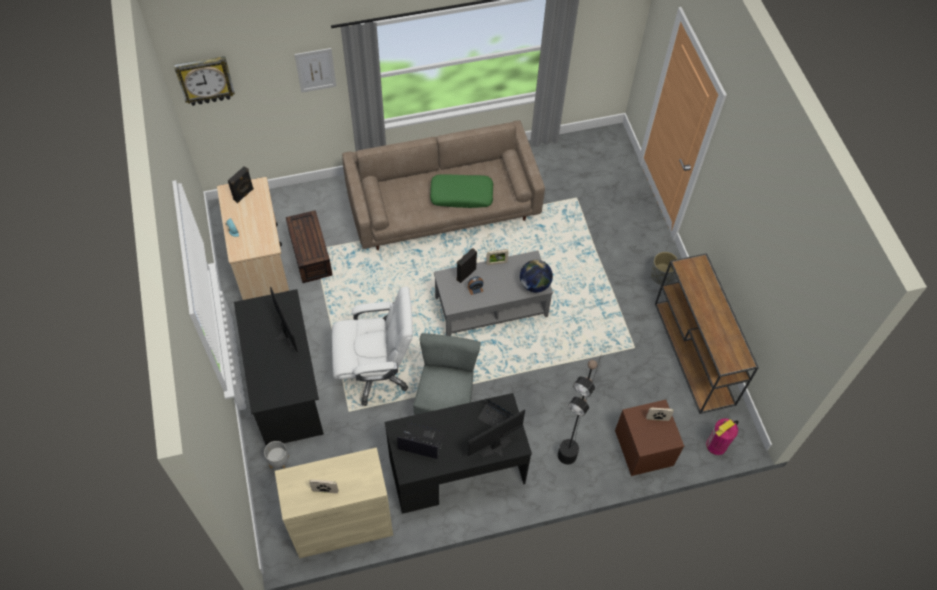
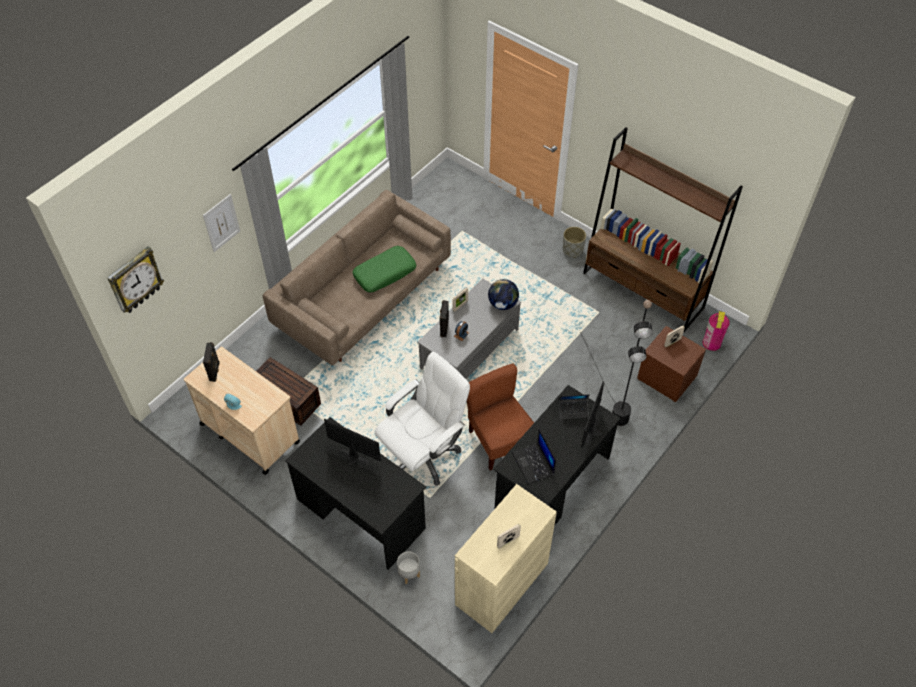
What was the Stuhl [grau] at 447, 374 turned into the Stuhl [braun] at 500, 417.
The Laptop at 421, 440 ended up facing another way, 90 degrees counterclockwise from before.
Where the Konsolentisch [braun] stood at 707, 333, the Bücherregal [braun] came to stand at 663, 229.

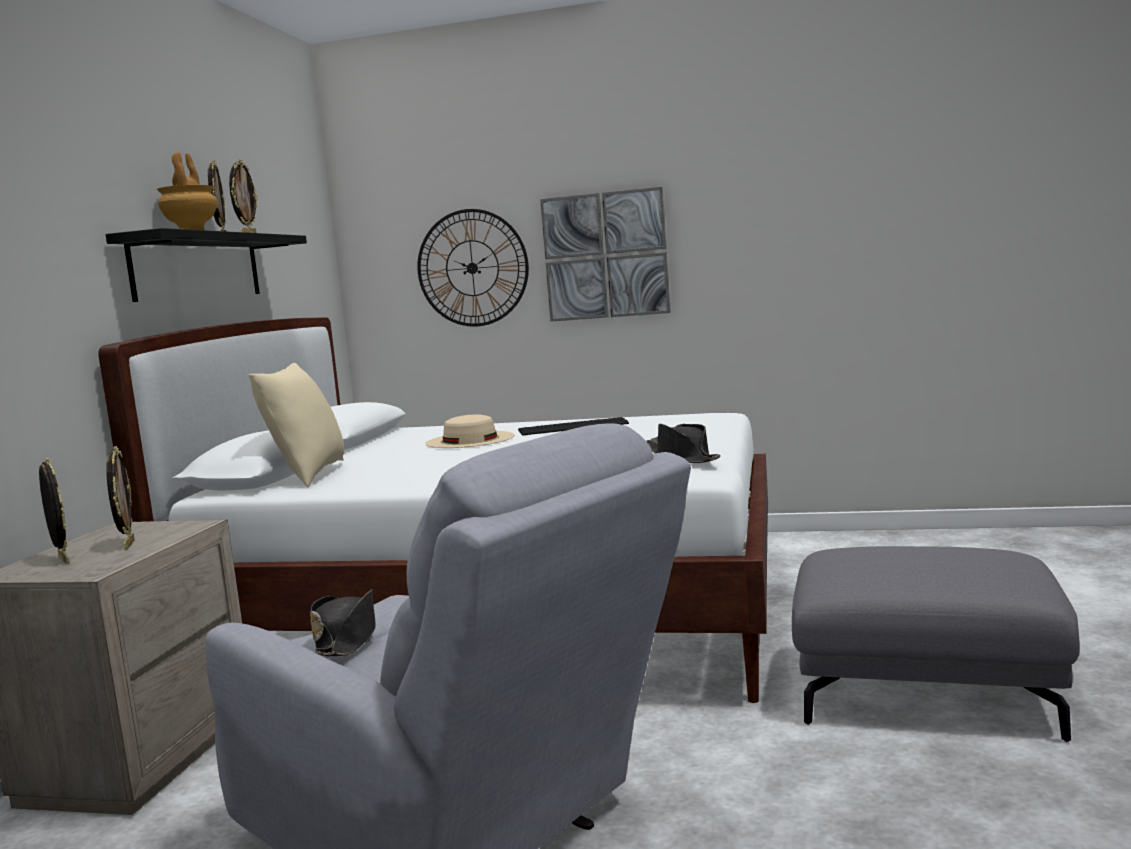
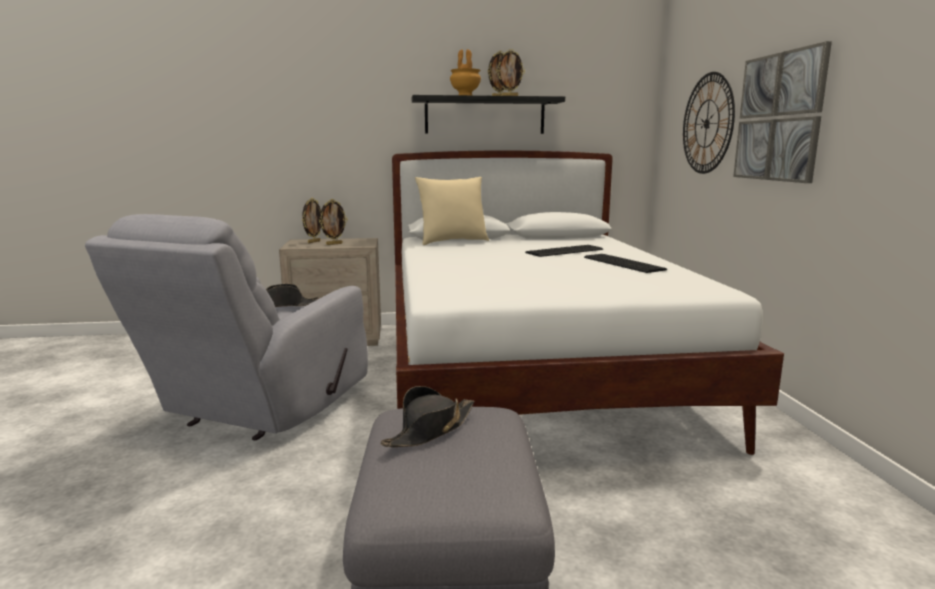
The Hut [schwarz] ended up elsewhere, having gone from 683, 443 to 427, 416.
Where the Hut [beige] stood at 470, 431, the Tastatur came to stand at 564, 251.

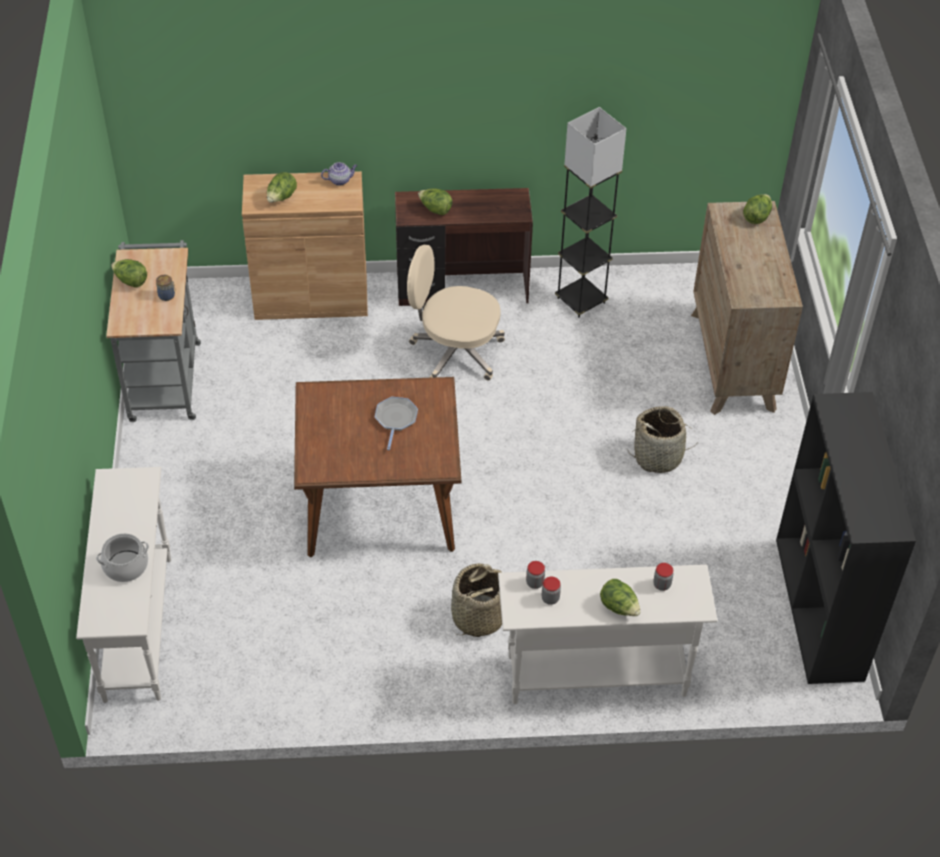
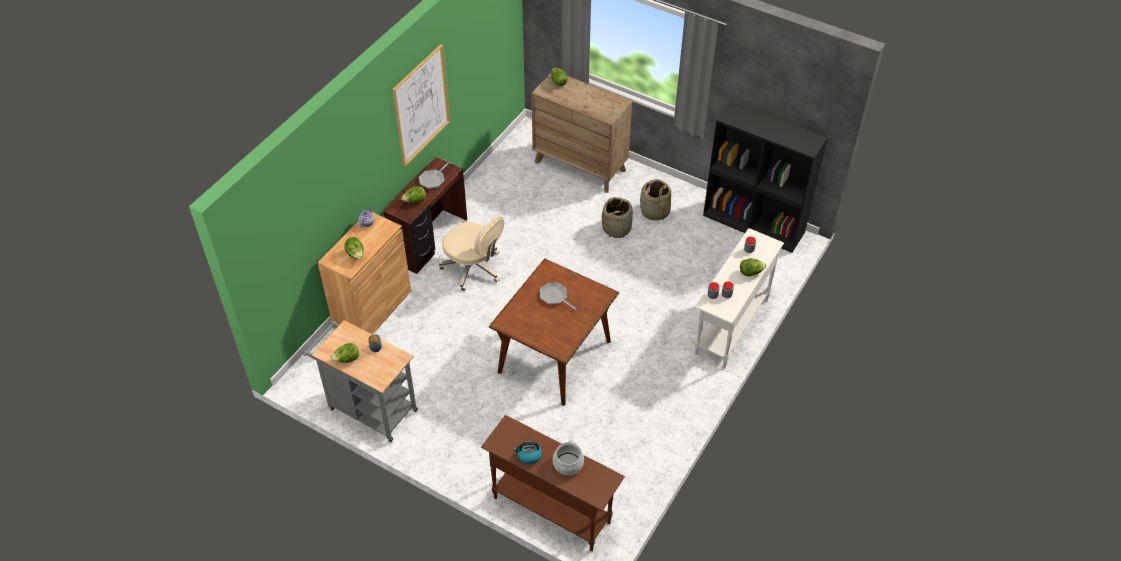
The second view gained the Bild at 421, 105.
The second view gained the Pfanne at 434, 175.
The Bürostuhl [beige] at 456, 312 ended up facing another way, 105 degrees counterclockwise from before.
What was the Konsolentisch [weiß] at 123, 585 turned into the Konsolentisch [braun] at 553, 483.
The second view gained the Wasserkessel at 527, 452.
The Korb ended up elsewhere, having gone from 476, 600 to 655, 199.
The second view lost the Stehlampe [grau] at 591, 212.

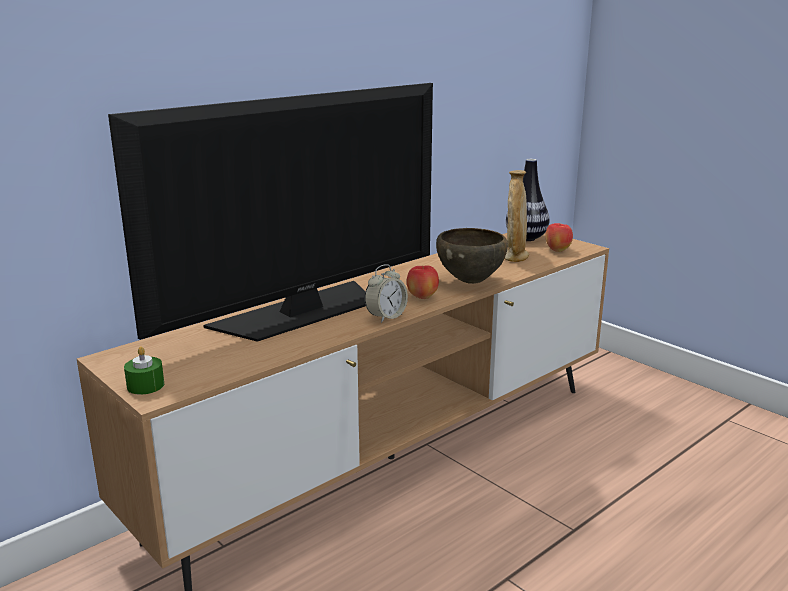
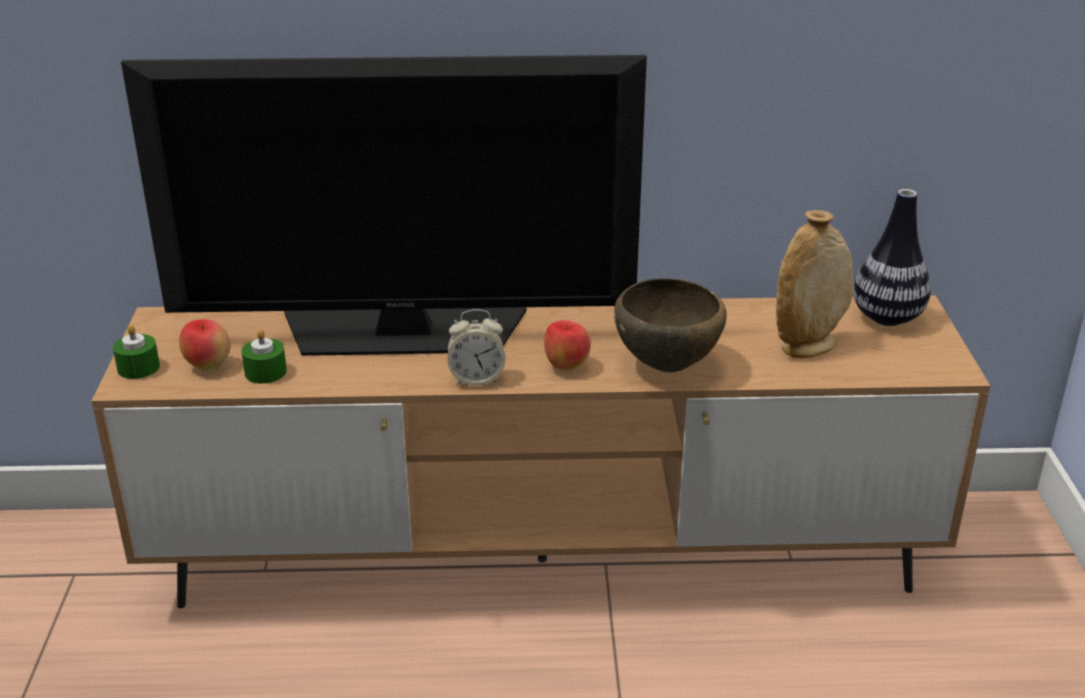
The Apfel ended up elsewhere, having gone from 559, 237 to 205, 344.
The second view gained the Kerze [grün] at 264, 356.

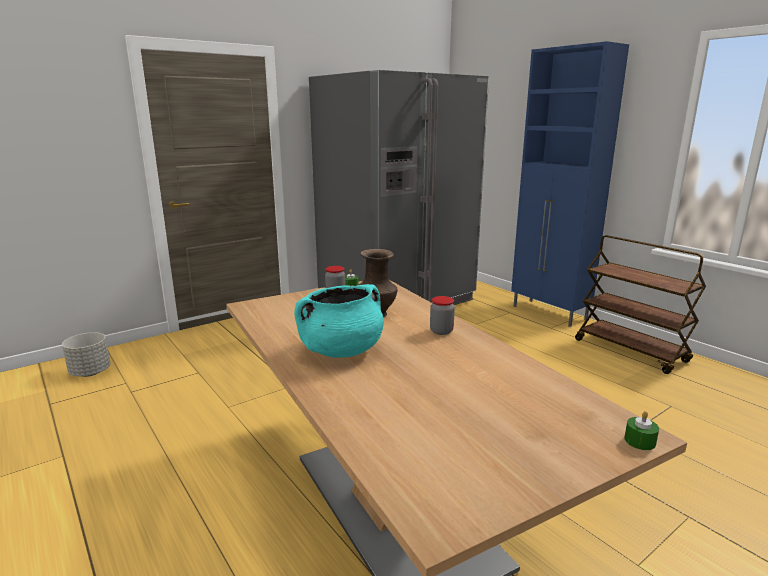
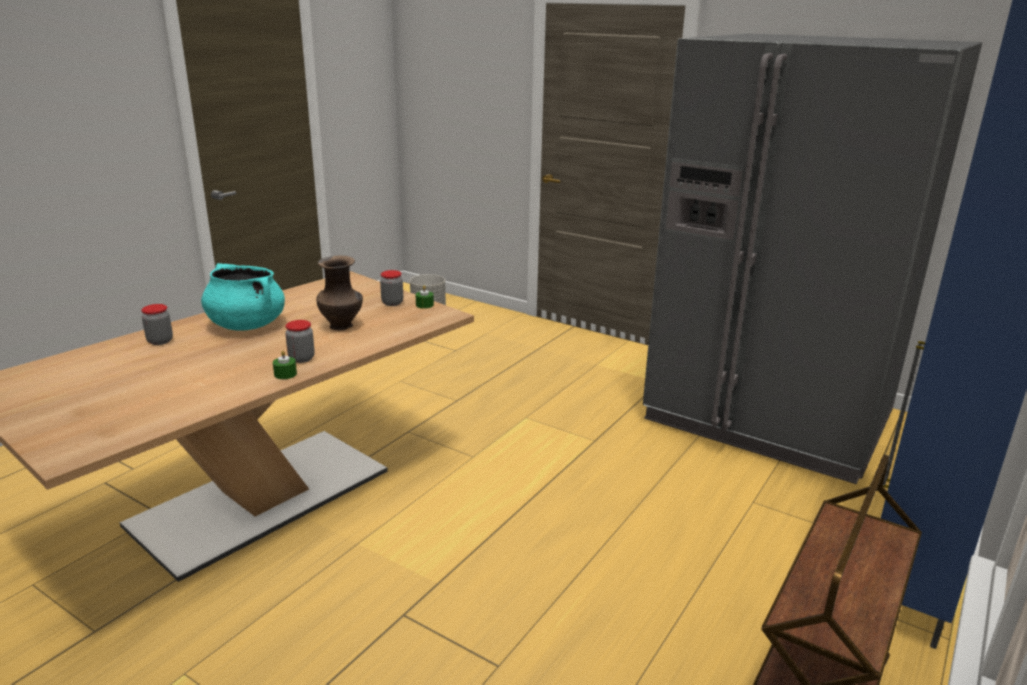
The second view gained the Vorratsglas at 157, 324.
The Kerze [grün] ended up elsewhere, having gone from 641, 430 to 285, 364.

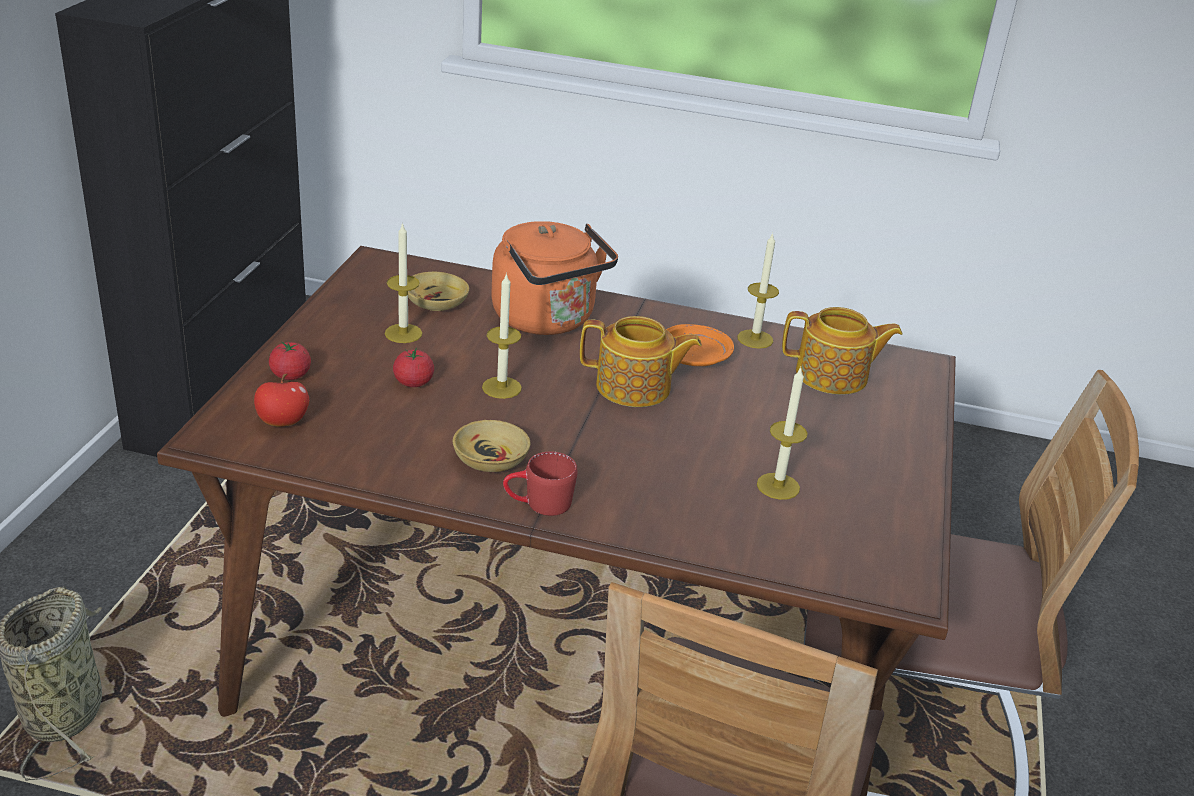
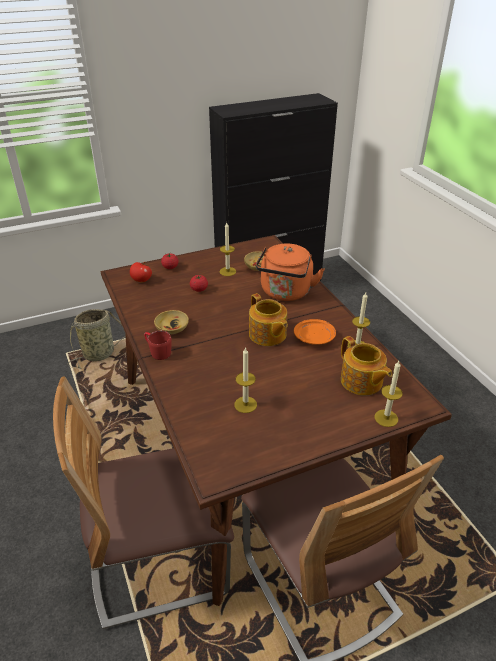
The Kerze ended up elsewhere, having gone from 502, 336 to 389, 394.

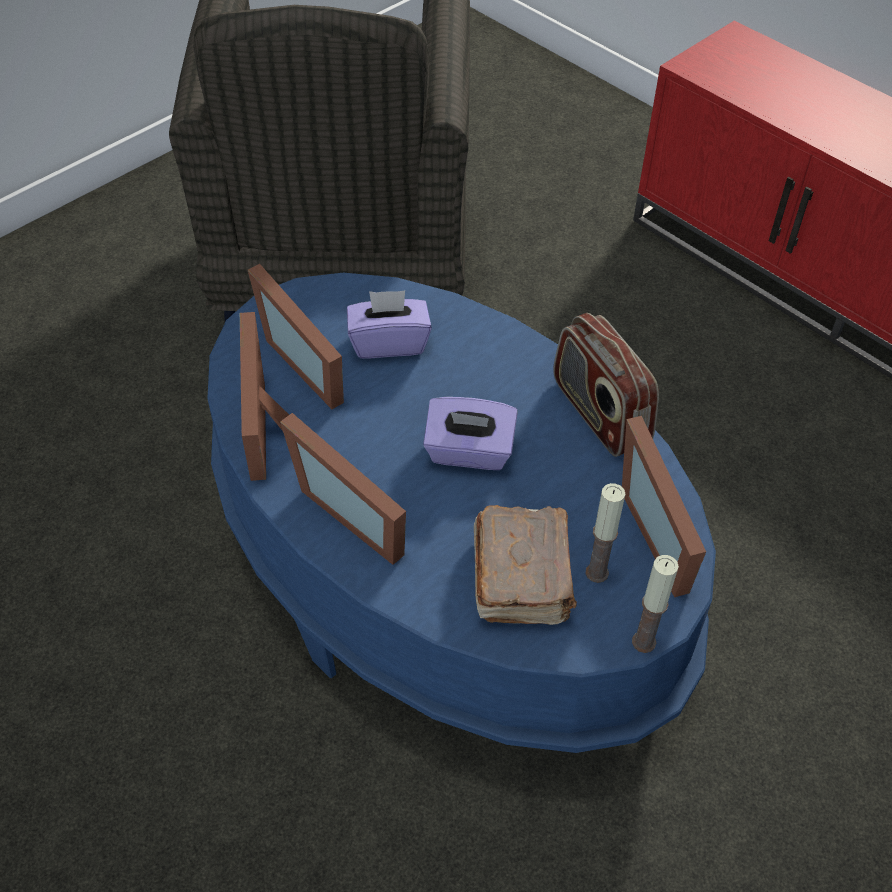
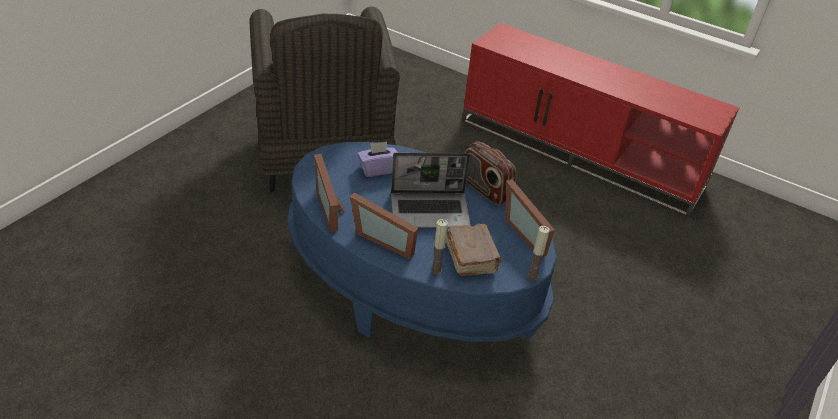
Where the Taschentuchbox [lila] stood at 470, 433, the Laptop came to stand at 431, 190.
The Kerze ended up elsewhere, having gone from 605, 533 to 439, 247.
The second view lost the Bilderrahmen at 296, 336.

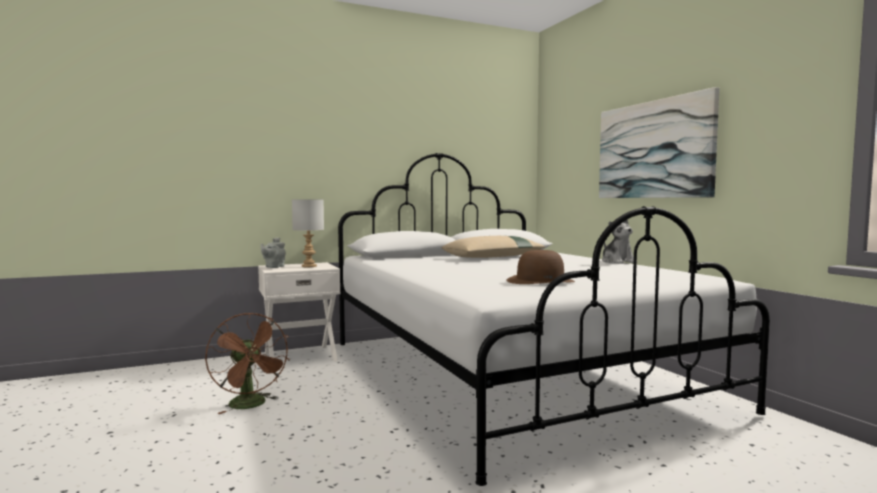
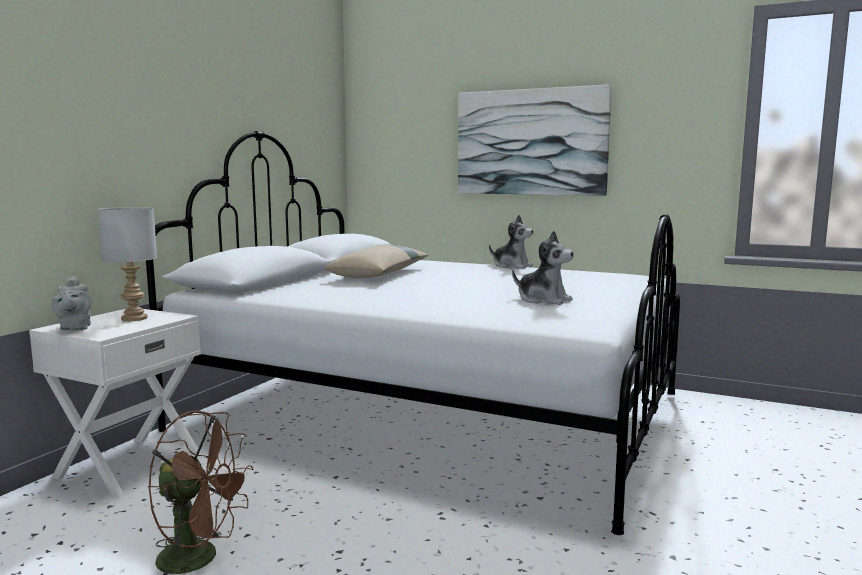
Where the Hut [braun] stood at 540, 267, the Plüschtier came to stand at 543, 268.

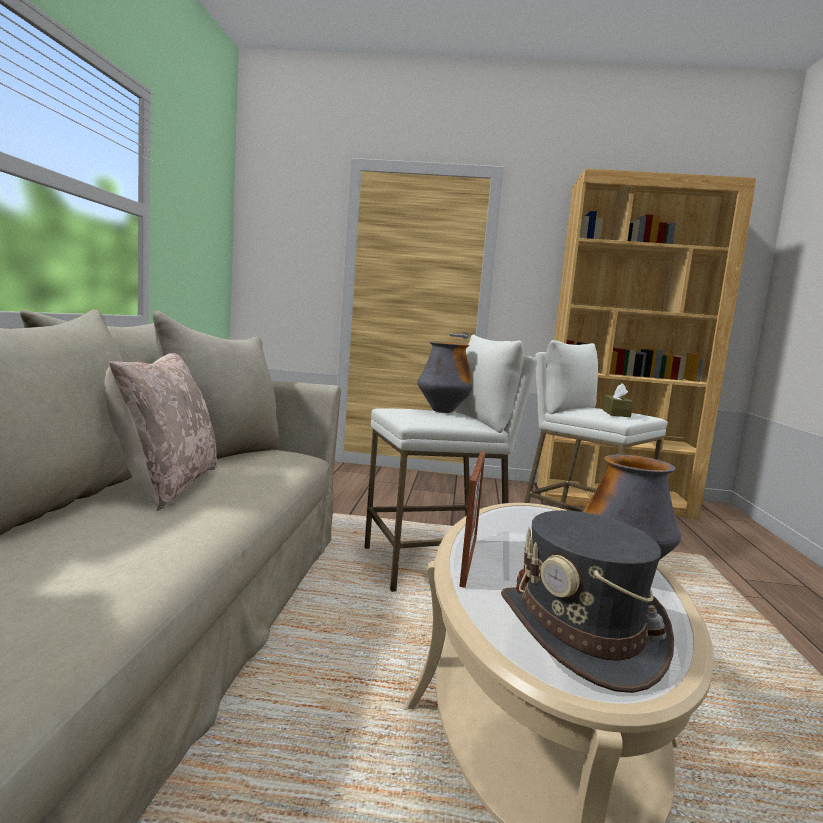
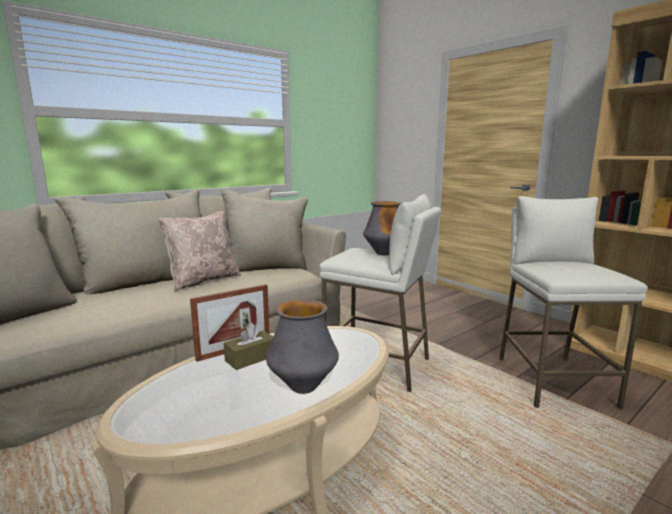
The Taschentuchbox [braun] ended up elsewhere, having gone from 618, 400 to 248, 346.
The second view lost the Hut [grau] at 587, 601.

